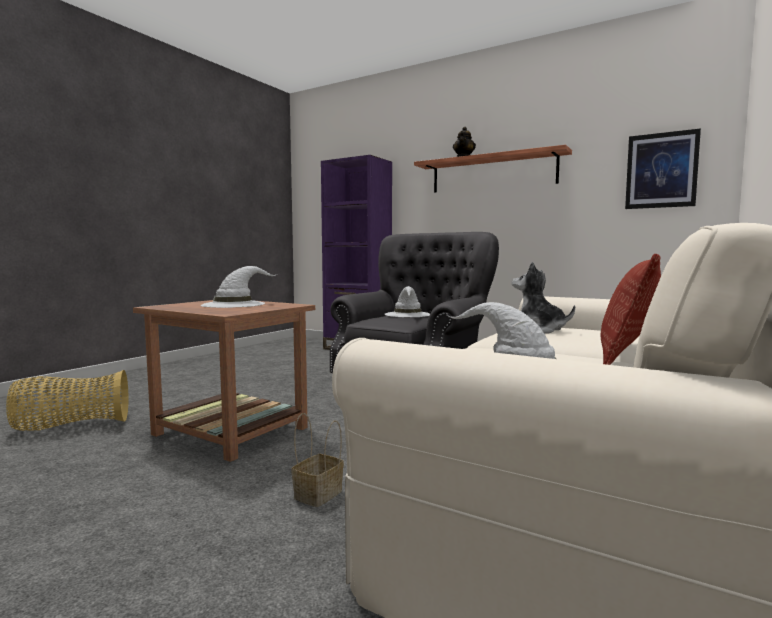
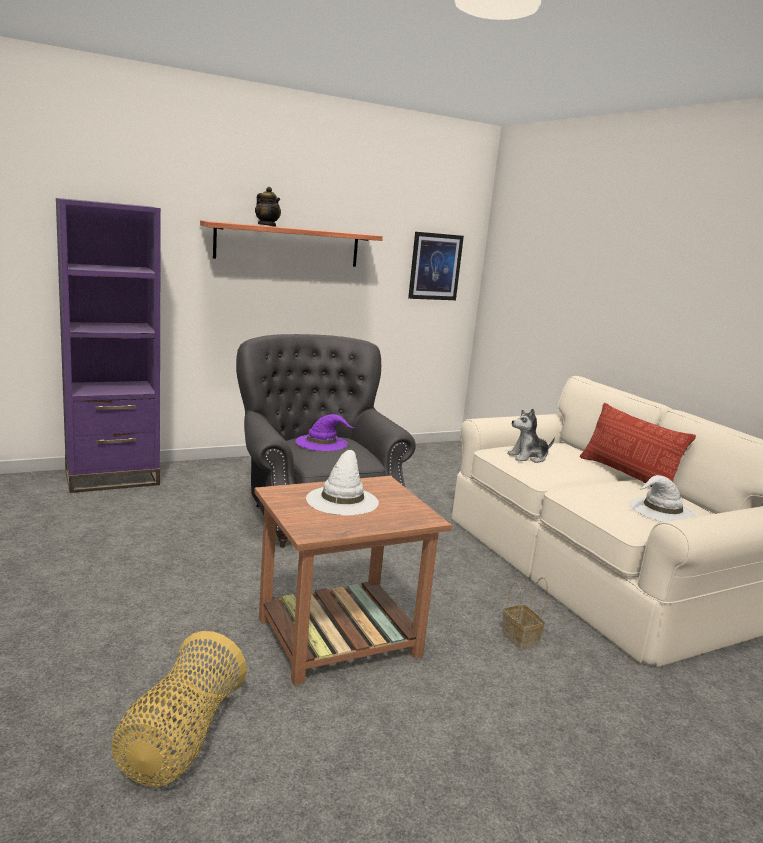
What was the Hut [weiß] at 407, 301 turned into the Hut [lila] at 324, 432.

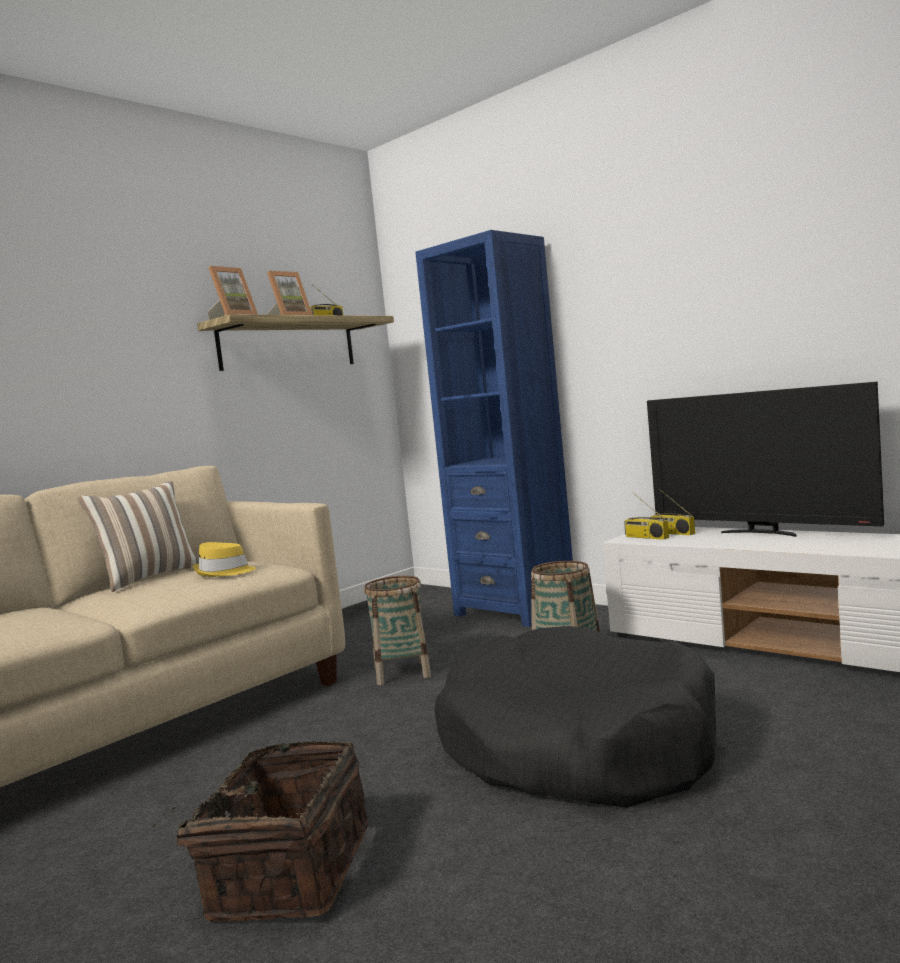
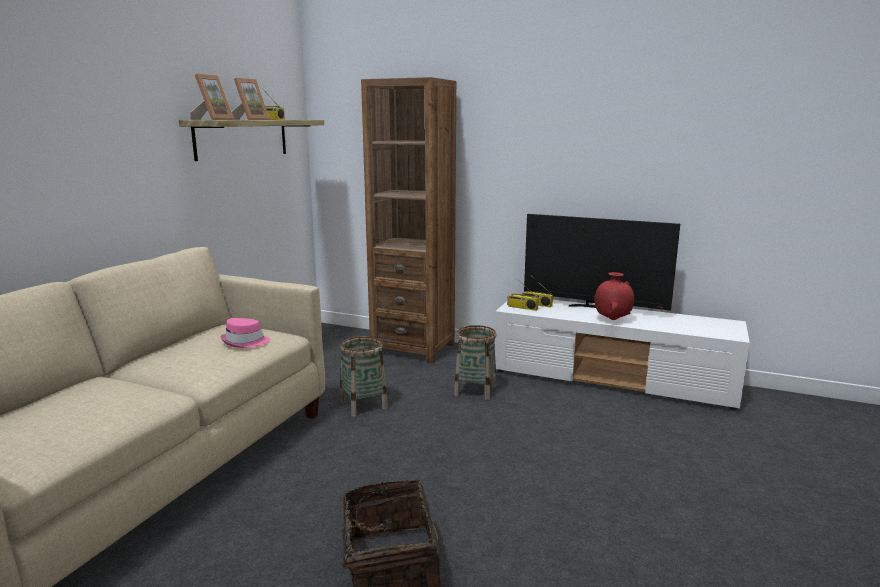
What was the Hut [gelb] at 224, 559 turned into the Hut [rosa] at 245, 333.
What was the Bücherregal [blau] at 494, 428 turned into the Bücherregal [braun] at 408, 220.
The second view gained the Vase [rot] at 614, 296.
The second view lost the Kissen at 138, 536.
The second view lost the Hundebett [schwarz] at 575, 717.

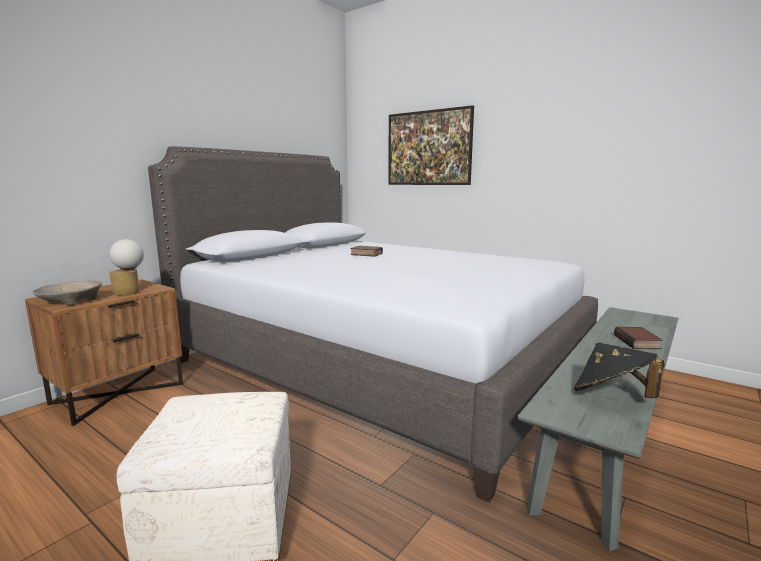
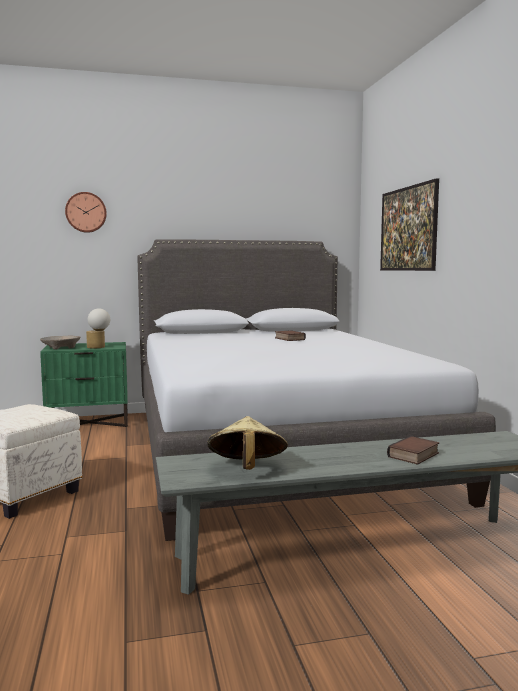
What was the Nachttisch [braun] at 104, 352 turned into the Nachttisch [grün] at 84, 384.
The second view gained the Wanduhr at 86, 212.
What was the Hut [schwarz] at 619, 370 turned into the Hut [beige] at 247, 443.

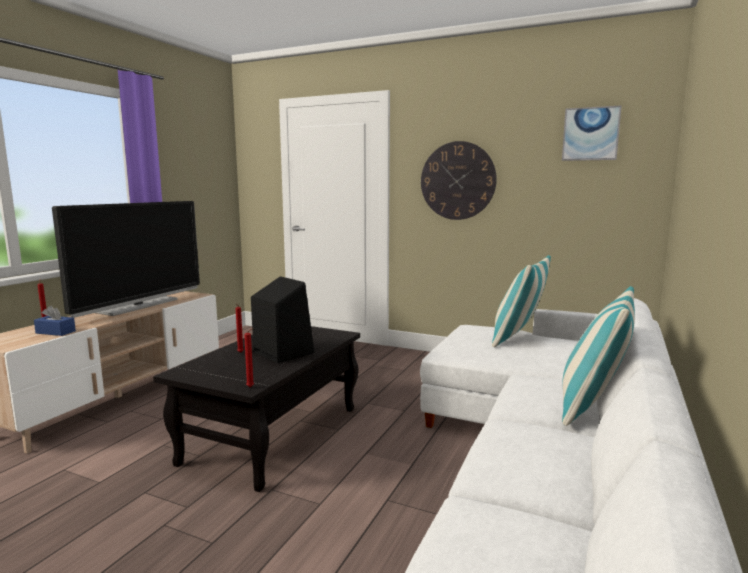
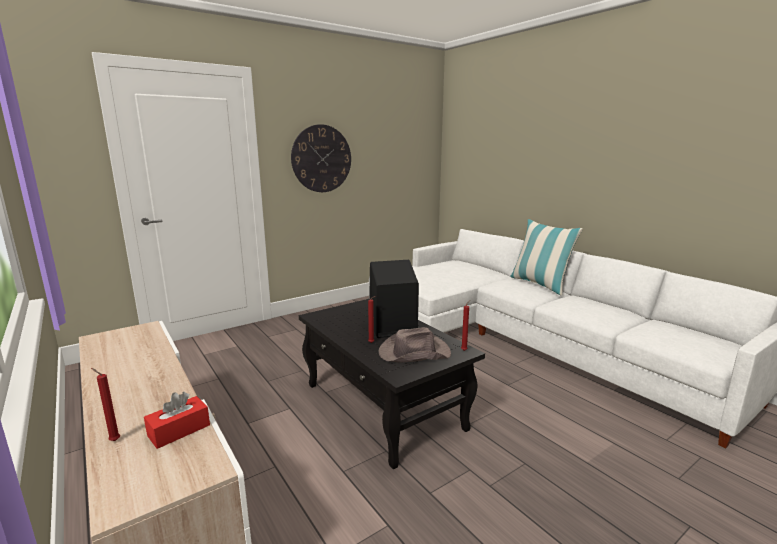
What was the Taschentuchbox [blau] at 55, 321 turned into the Taschentuchbox [rot] at 177, 420.
The second view gained the Hut [braun] at 415, 344.
The second view lost the Fernseher at 126, 259.
The second view lost the Kissen at 521, 301.
The second view lost the Bild at 592, 133.

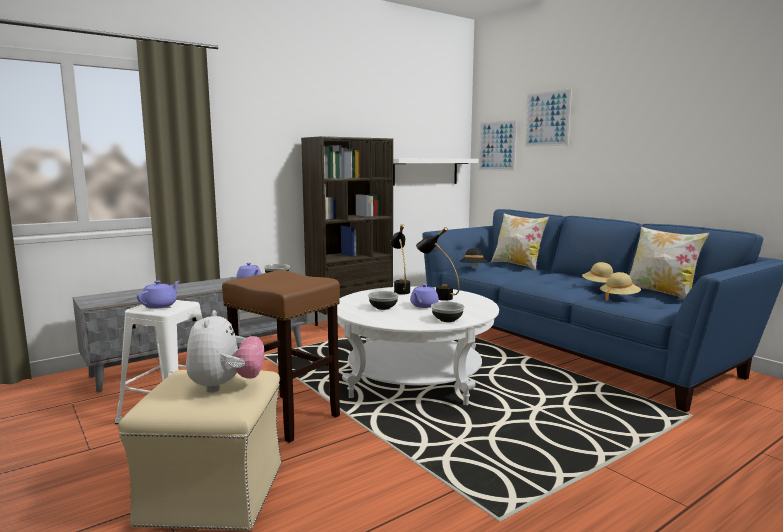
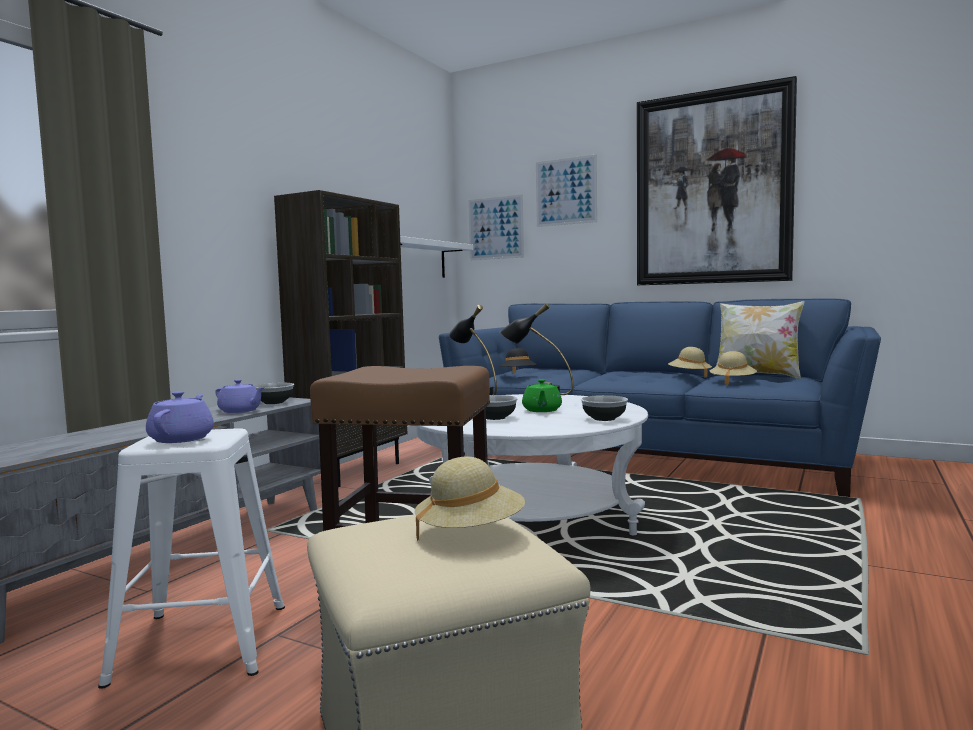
Where the Plüschtier stood at 225, 351, the Hut [beige] came to stand at 469, 498.
What was the Teekanne [lila] at 424, 296 turned into the Teekanne [grün] at 542, 395.
The second view gained the Bild at 717, 180.
The second view lost the Kissen at 520, 241.

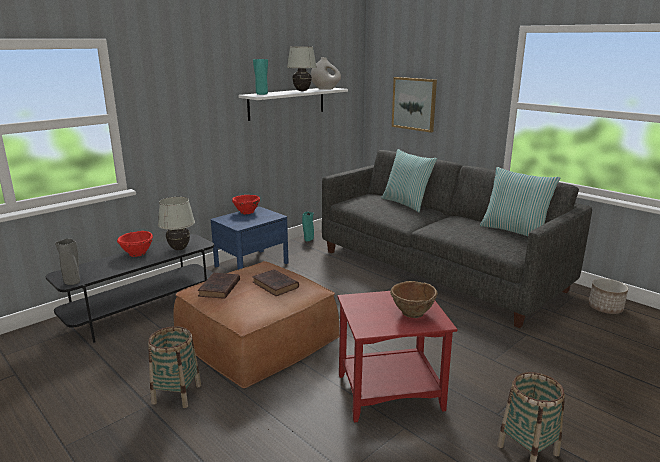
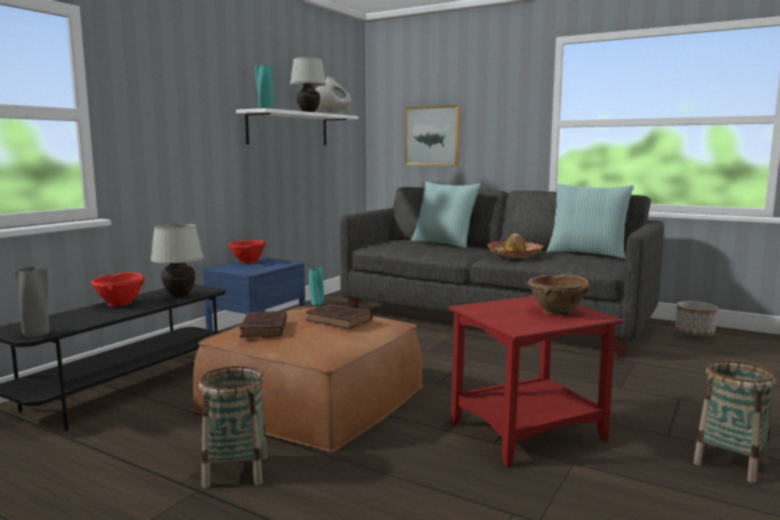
The second view gained the Hut at 515, 246.

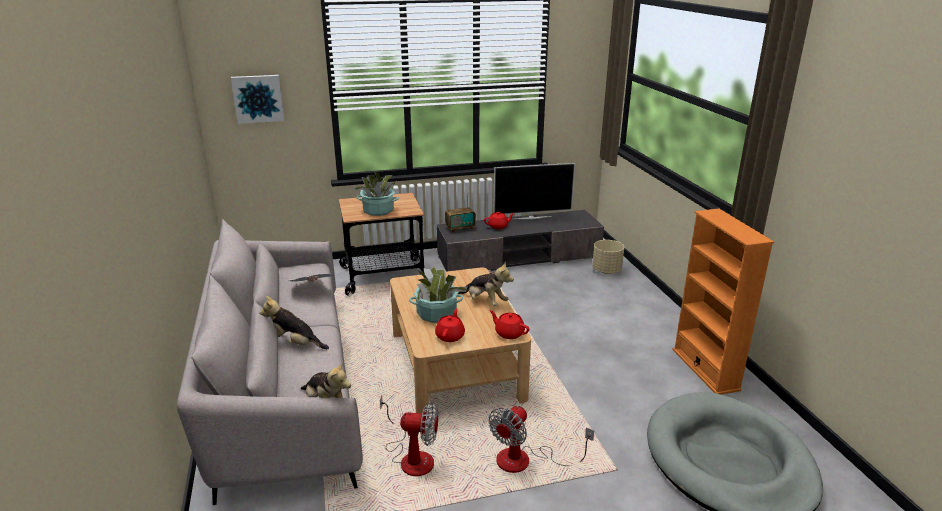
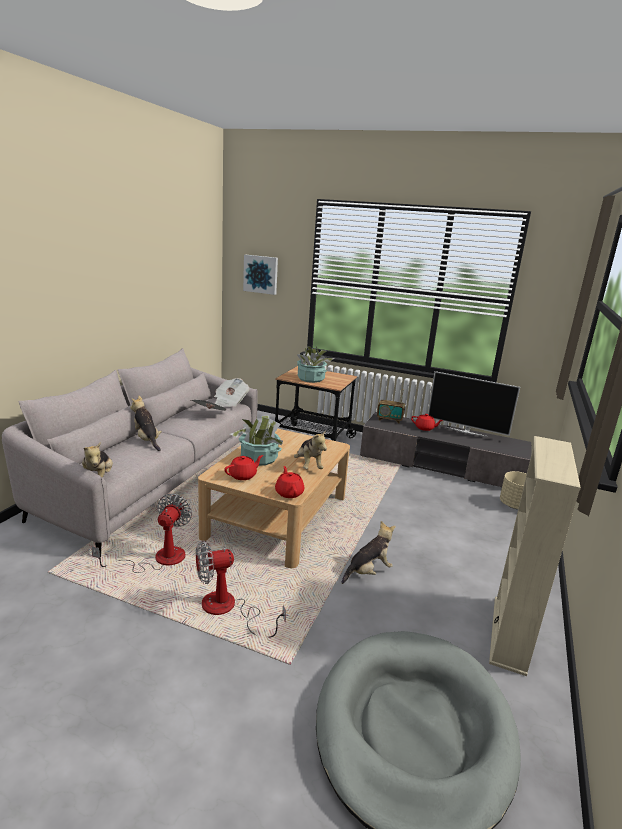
The Ventilator at 409, 435 ended up facing another way, 120 degrees counterclockwise from before.
The second view gained the Zeitung at 231, 392.
The second view gained the Plüschtier at 369, 552.
What was the Bücherregal [orange] at 723, 302 turned into the Bücherregal [beige] at 535, 556.

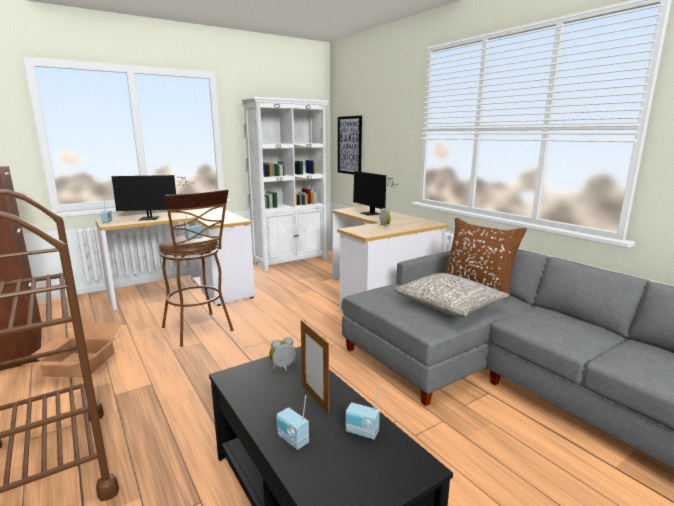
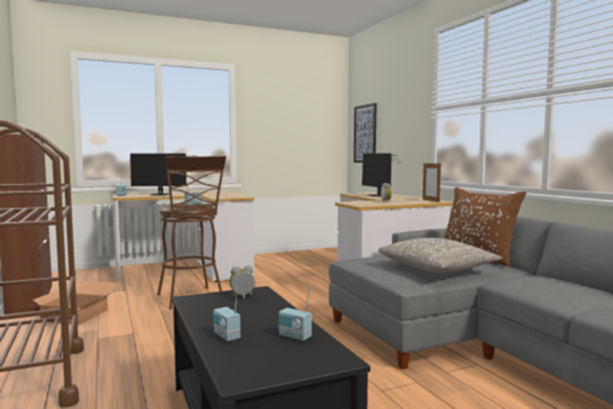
The Bilderrahmen ended up elsewhere, having gone from 315, 367 to 432, 182.
The second view lost the Bücherregal [weiß] at 285, 184.

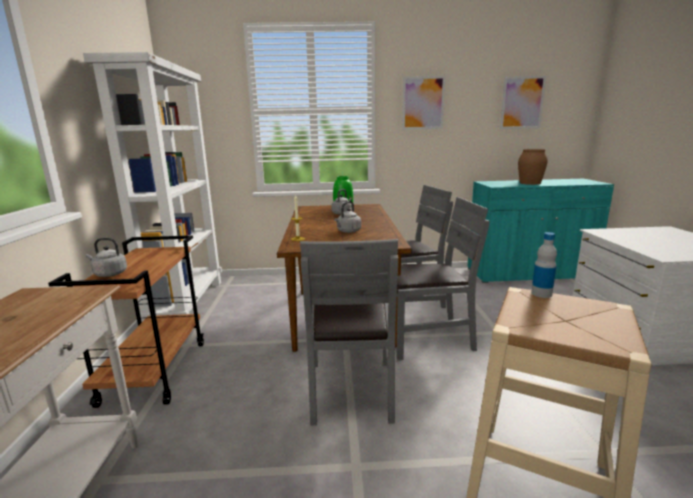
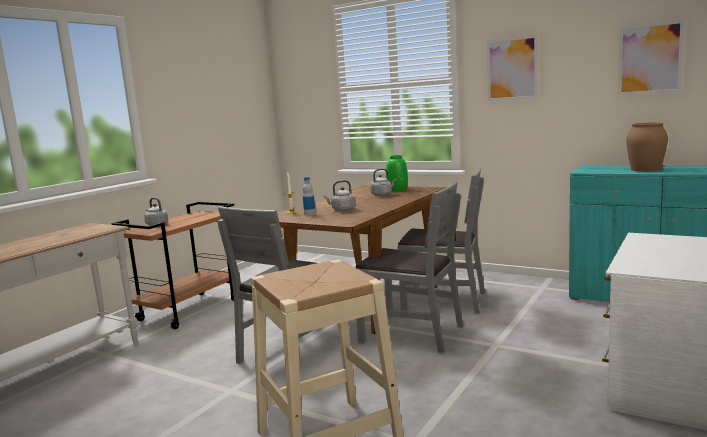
The Flasche ended up elsewhere, having gone from 544, 265 to 309, 195.
The second view lost the Bücherregal [weiß] at 152, 187.

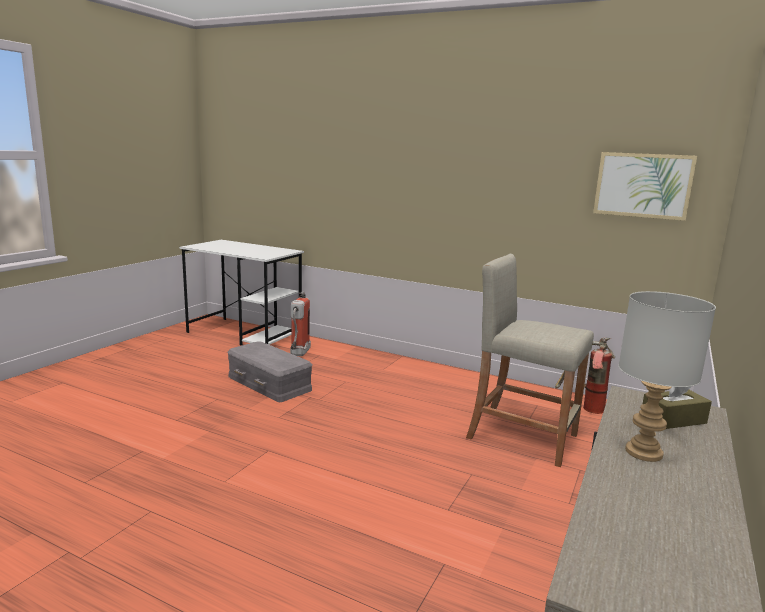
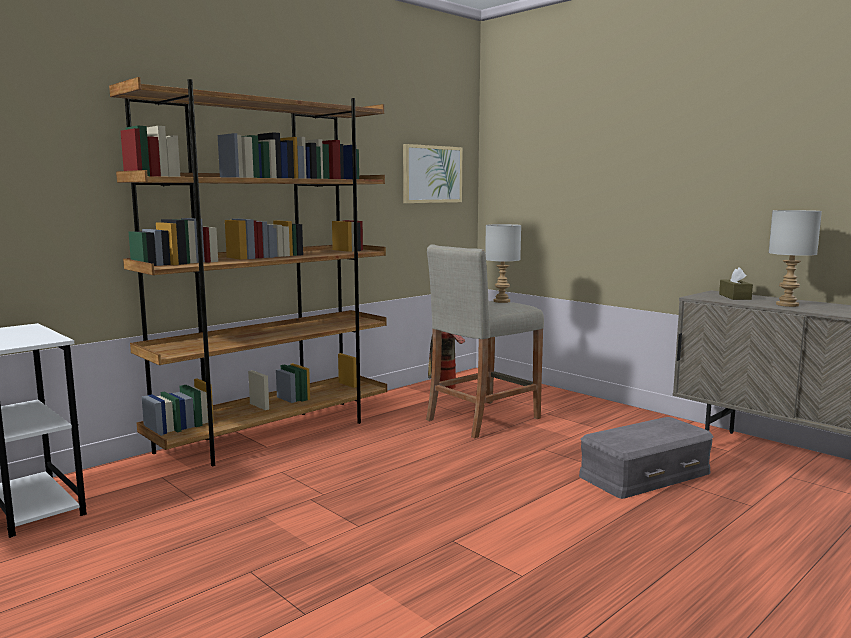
The second view gained the Bücherregal [braun] at 248, 271.
The second view gained the Tischlampe [grau] at 503, 263.
The Aufbewahrungsbox [grau] ended up elsewhere, having gone from 270, 371 to 646, 458.
The second view lost the Feuerlöscher at 300, 323.

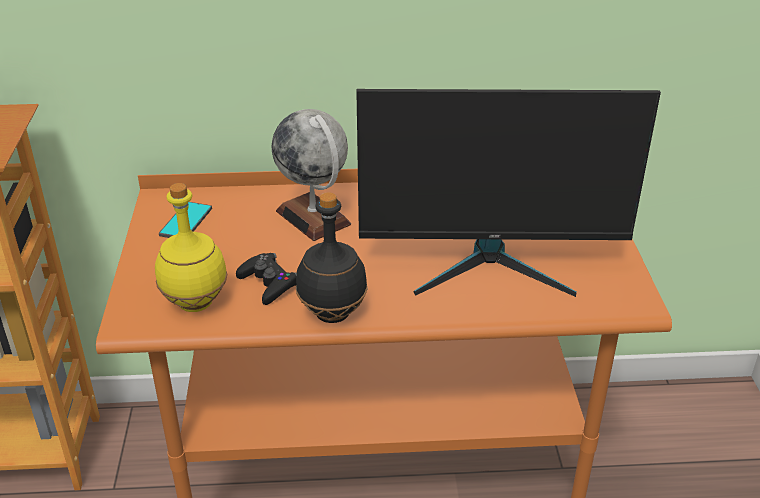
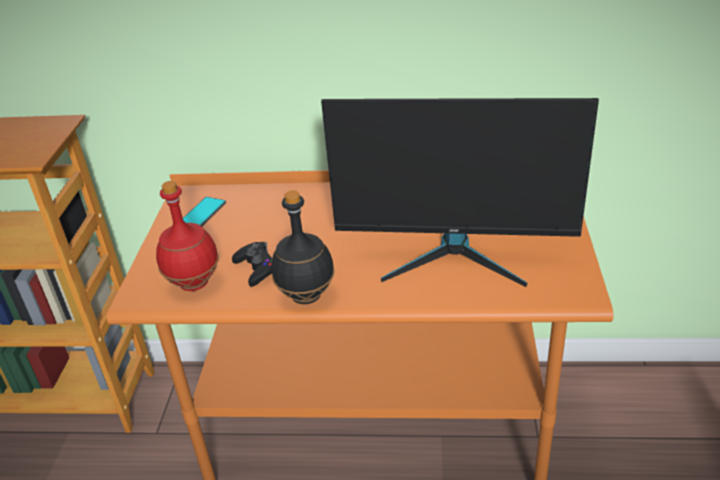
What was the Flasche [gelb] at 191, 247 turned into the Flasche [rot] at 187, 236.
The second view lost the Globus at 311, 175.

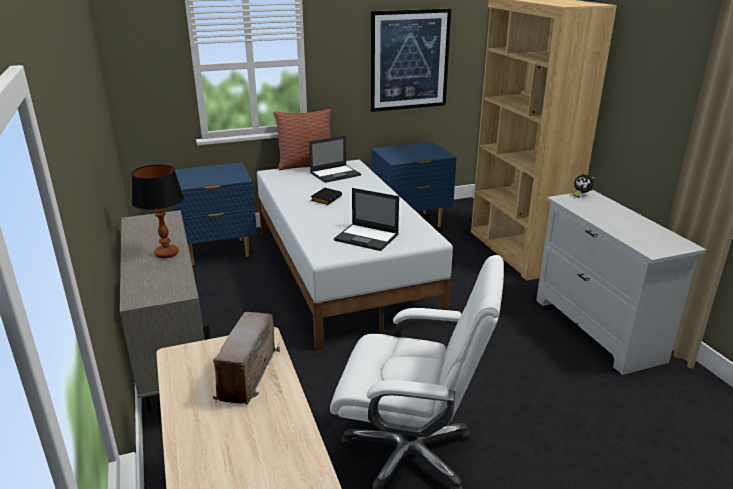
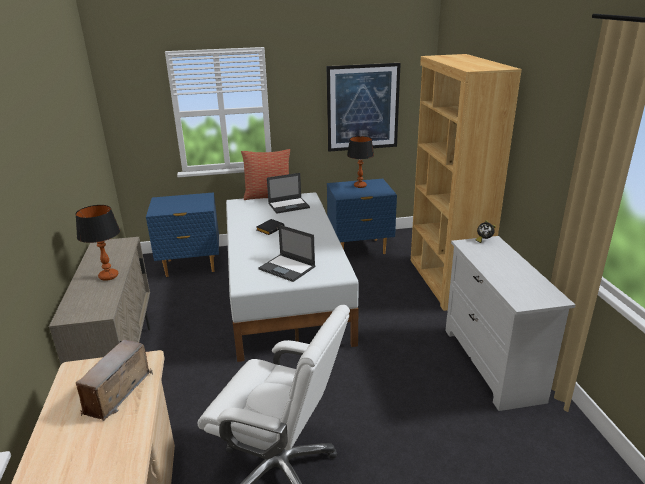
The second view gained the Tischlampe at 360, 162.

